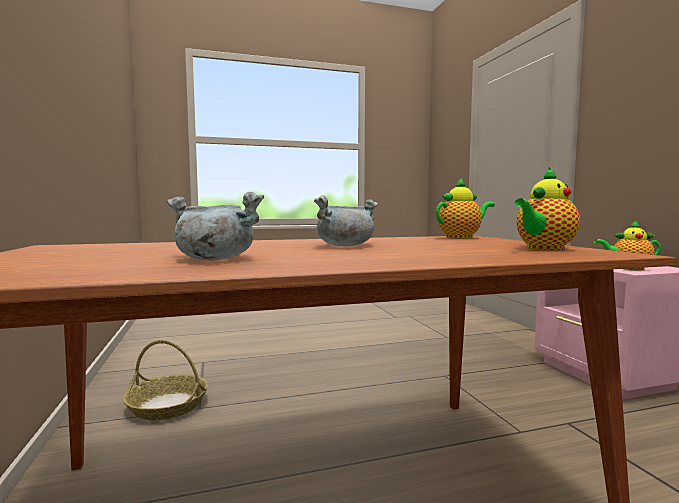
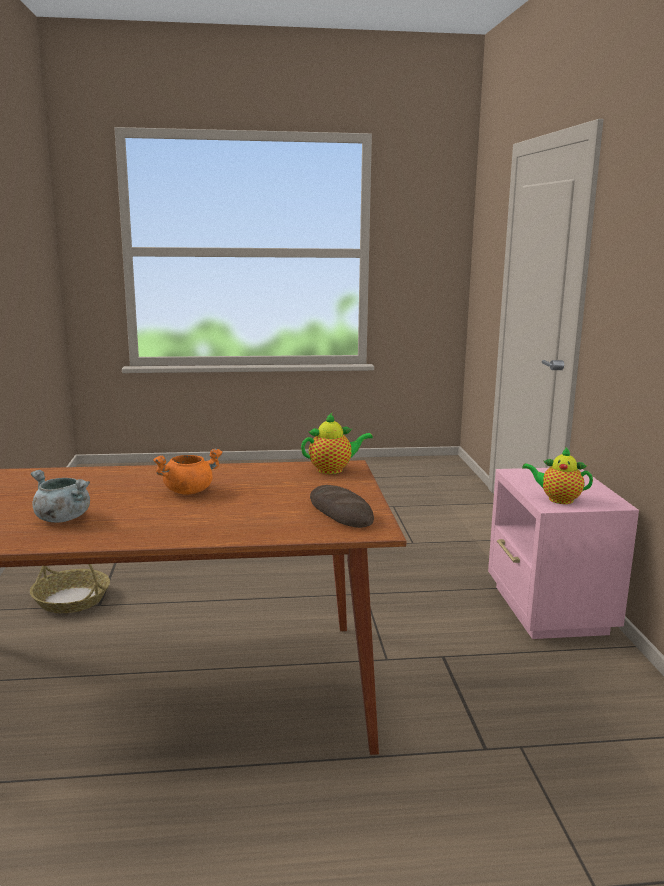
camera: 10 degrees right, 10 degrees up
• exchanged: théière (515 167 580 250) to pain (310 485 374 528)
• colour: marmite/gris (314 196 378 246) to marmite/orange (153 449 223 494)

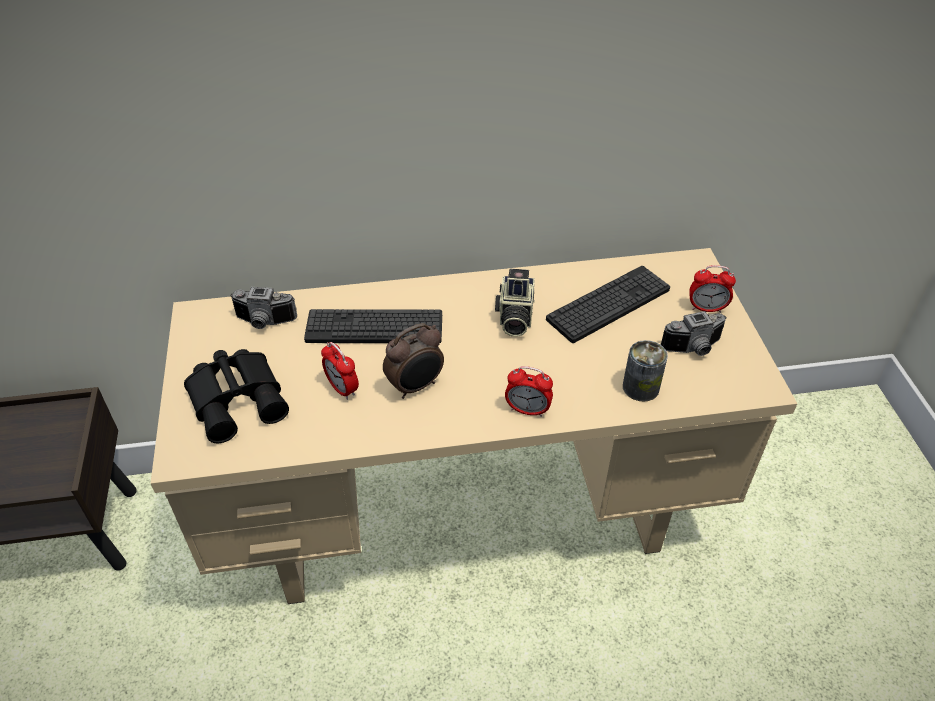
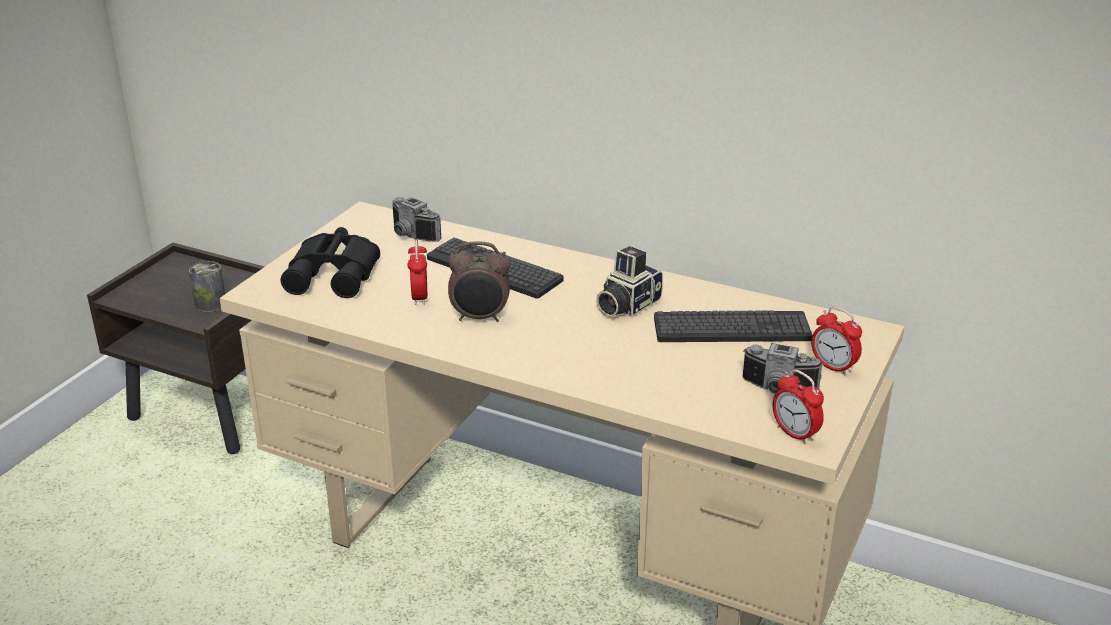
camera: 35 degrees right, 15 degrees down
• relocated: boîte métallique (623 340 668 402) to (189 261 225 312)
• relocated: réveil (505 366 553 417) to (773 369 824 444)

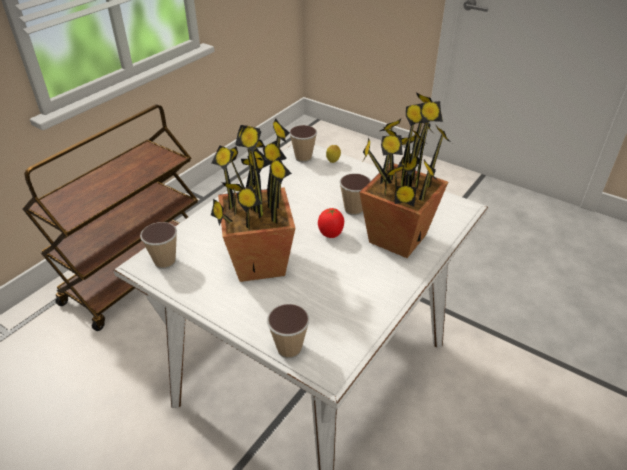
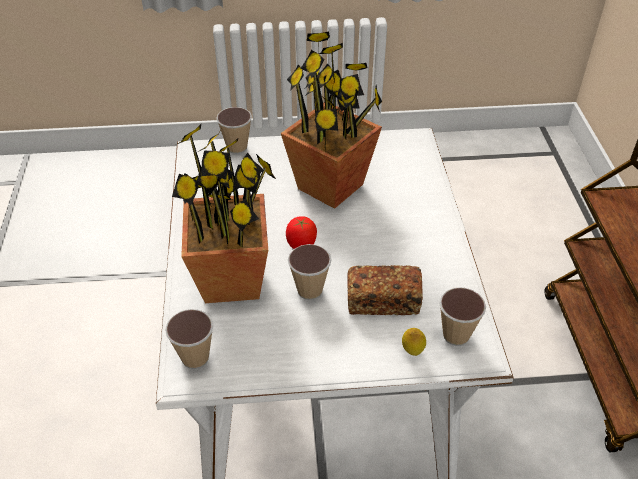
camera: 140 degrees right, 5 degrees up
• relocated: tasse (140 222 177 269) to (165 309 214 369)
• appeared: pain (347 265 423 315)

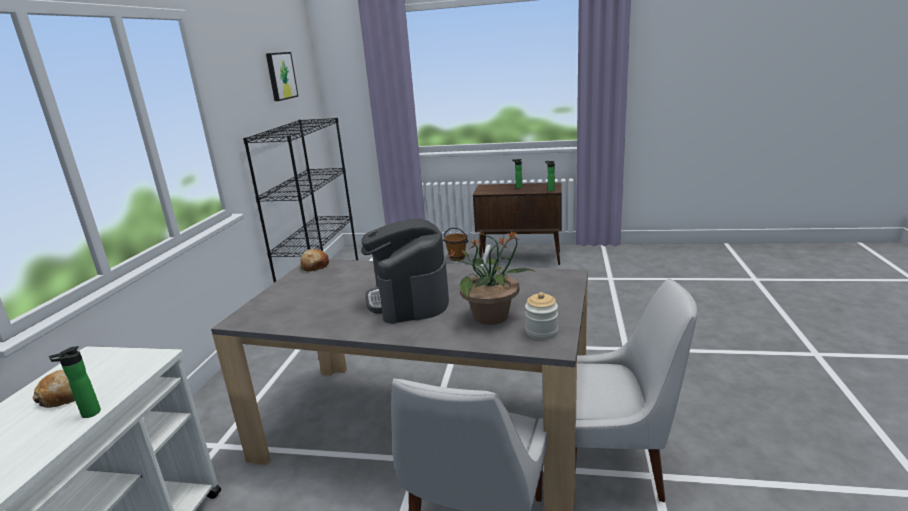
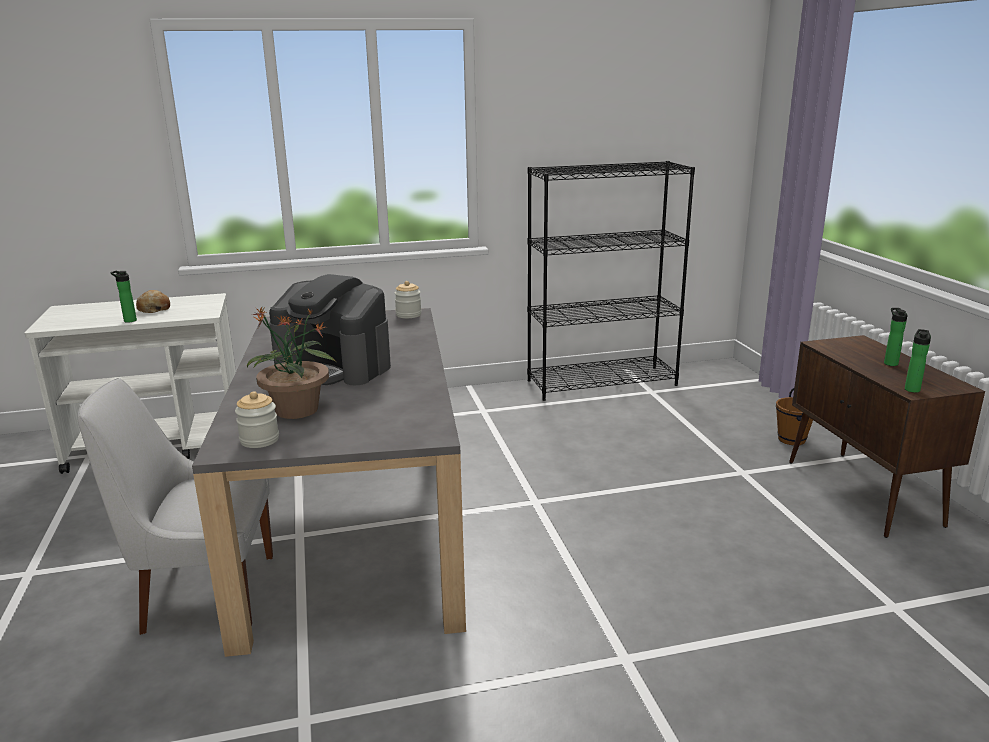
camera: 65 degrees right, 0 degrees up
• missing: tableau (266 52 298 101)
• spun: machine à café (361 218 449 324) = (269 274 391 385) 120 degrees counterclockwise
• exchanged: pain (300 249 329 272) to bocal (394 281 422 318)
• missing: chaise/blanc (575 279 697 502)

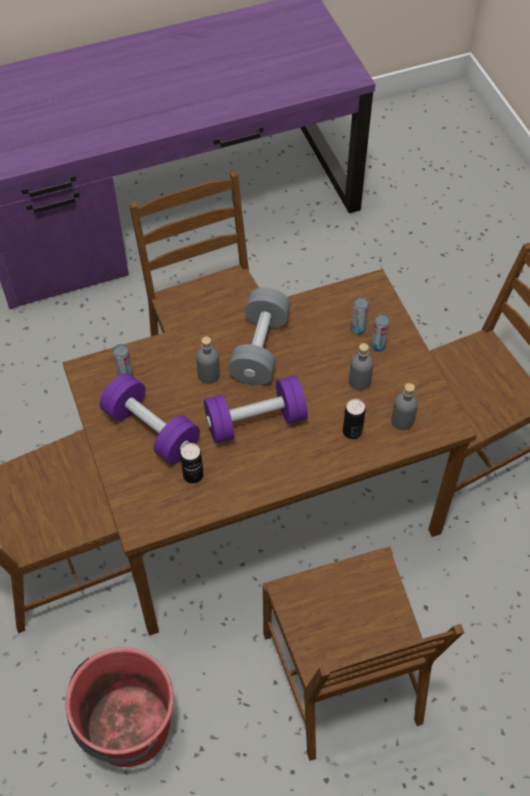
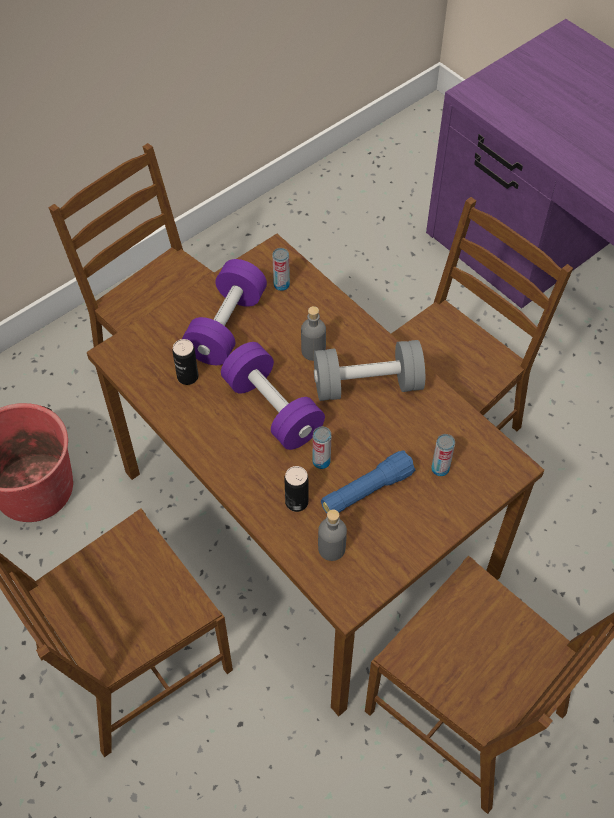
camera: 70 degrees right, 0 degrees up
• relocated: boîte métallique (371 314 390 352) to (313 426 332 469)
• exchanged: bouteille/gris (349 343 373 391) to lampe de poche/bleu (321 450 415 513)

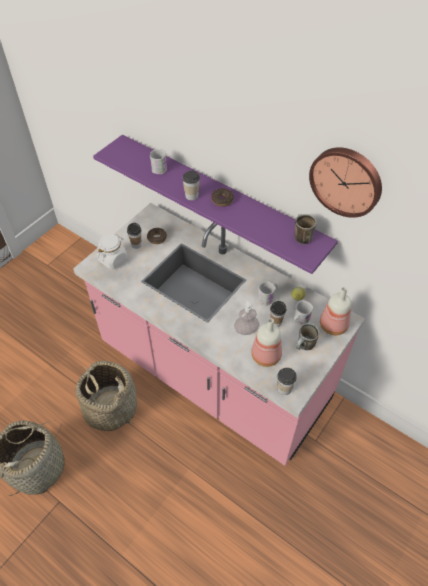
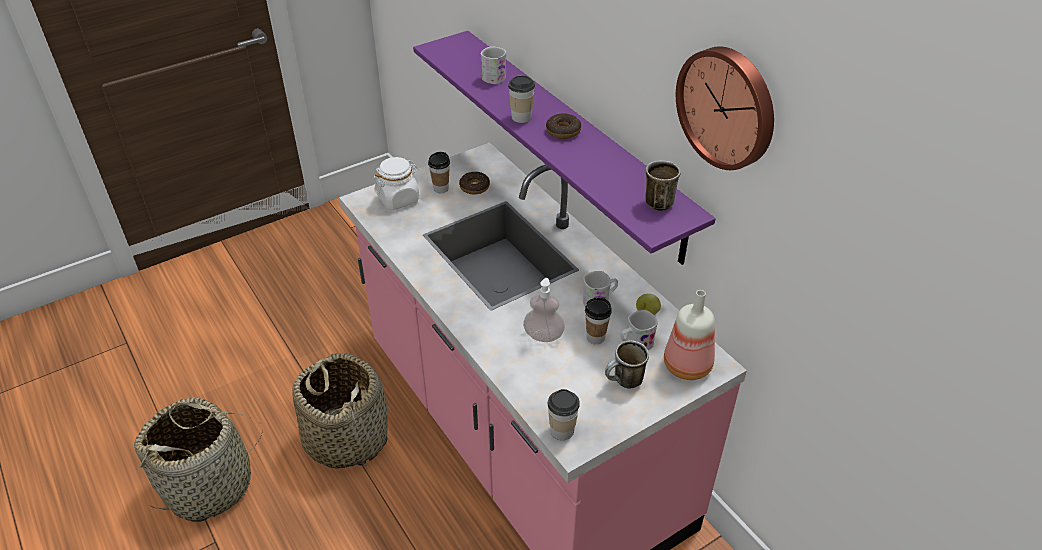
camera: 20 degrees right, 10 degrees down
• missing: bouteille (251 318 282 367)

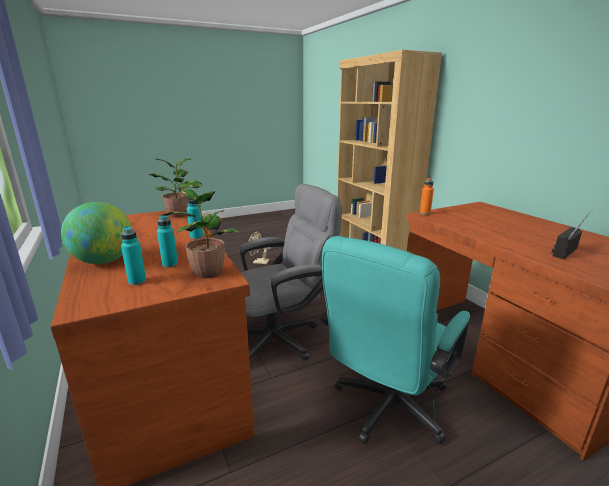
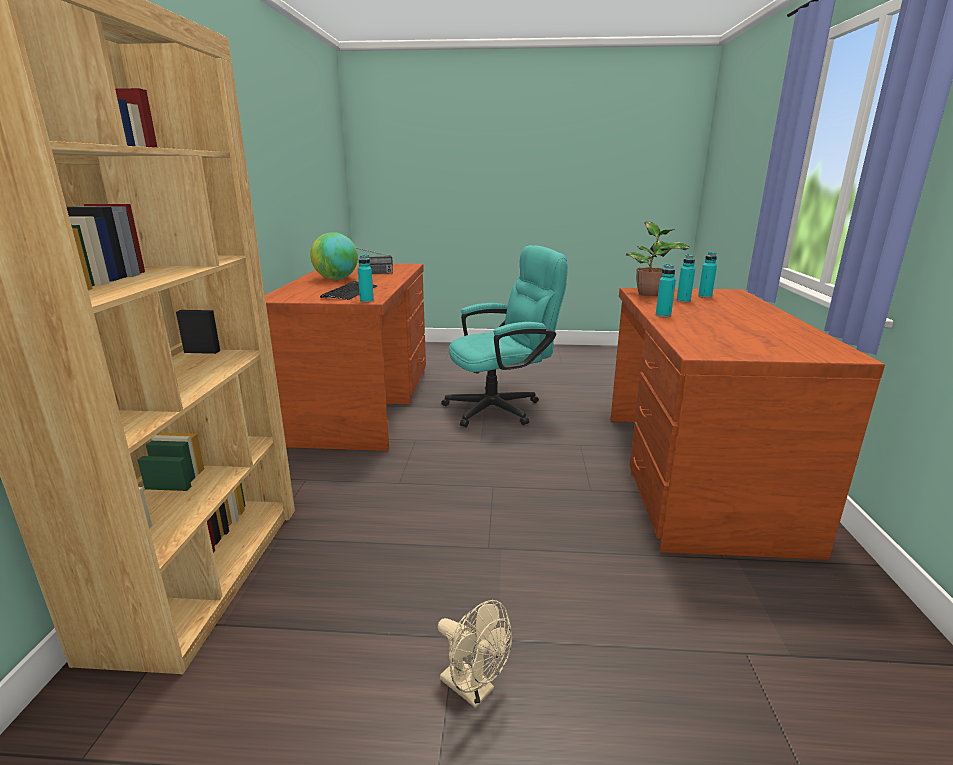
camera: 150 degrees left, 0 degrees up
• missing: plante en pot (148 158 202 218)
• colour: bouteille/orange (420 178 434 215) to bouteille/turquoise (358 254 374 302)
• missing: chaise de bureau/gris (240 184 342 364)
• relocated: globe (61 202 132 264) to (310 232 358 280)
• appeared: clavier (320 281 378 300)

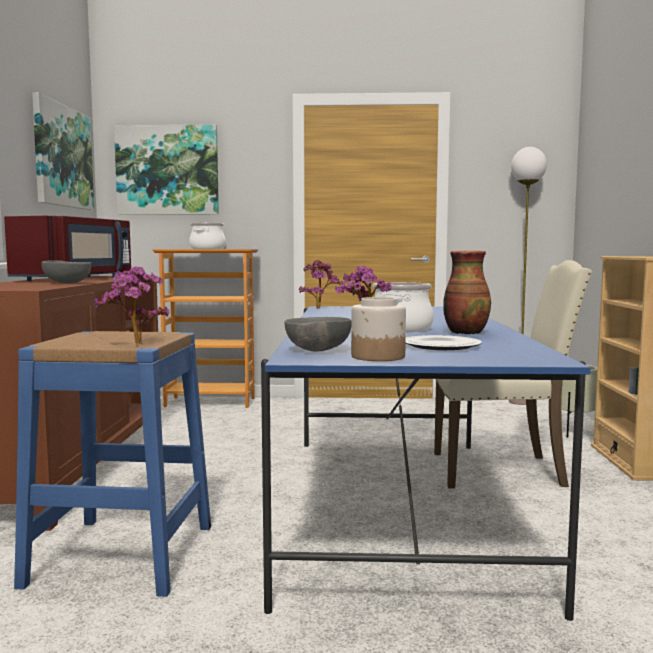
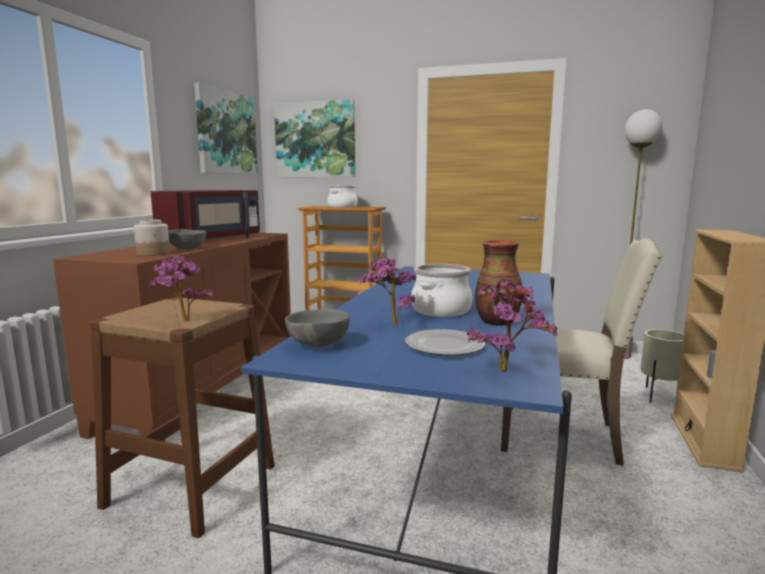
camera: 15 degrees right, 5 degrees up
• relocated: plante en pot (299 260 343 308) to (467 278 557 371)
• relocated: bocal (351 297 406 361) to (134 220 170 256)
• colour: tabouret/bleu (14 331 211 597) to tabouret/marron (90 297 275 538)

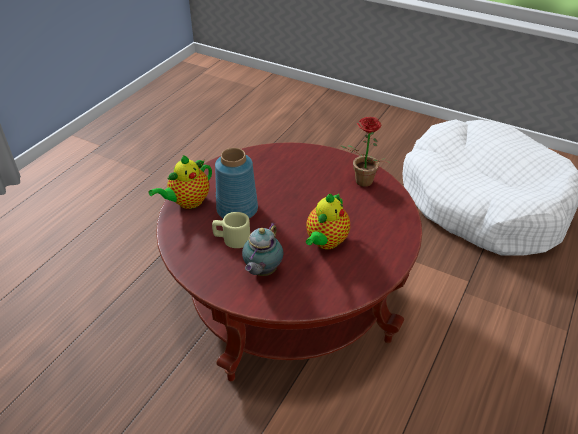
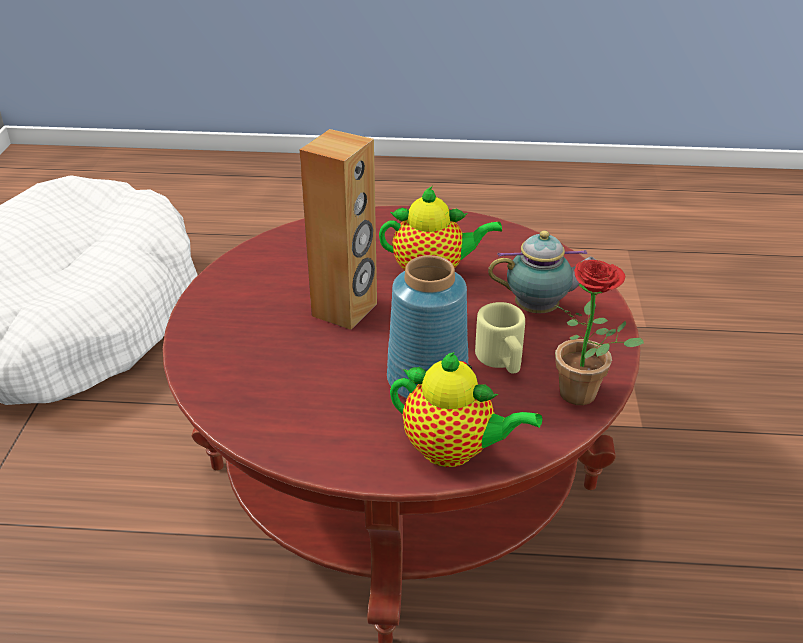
camera: 115 degrees left, 5 degrees down
• relocated: plante en pot (339 117 391 187) to (554 260 644 405)
• appeared: enceinte/marron (300 129 377 330)

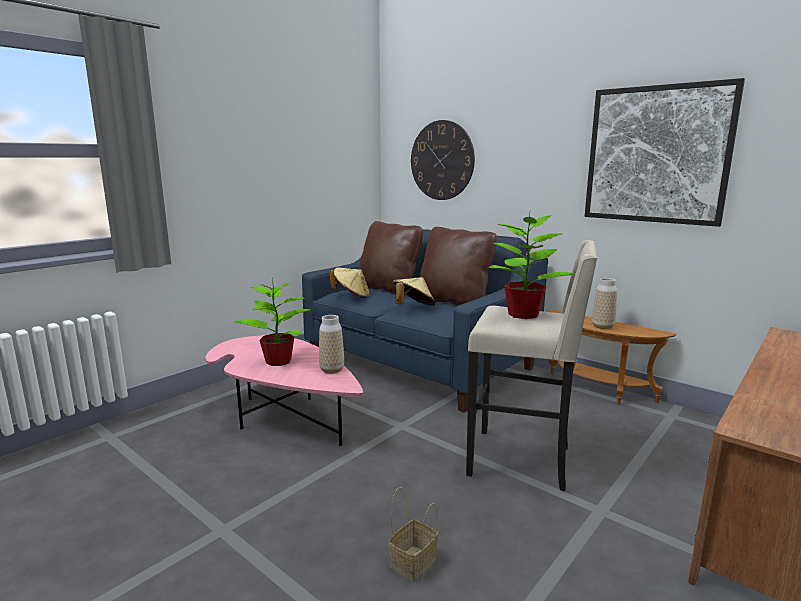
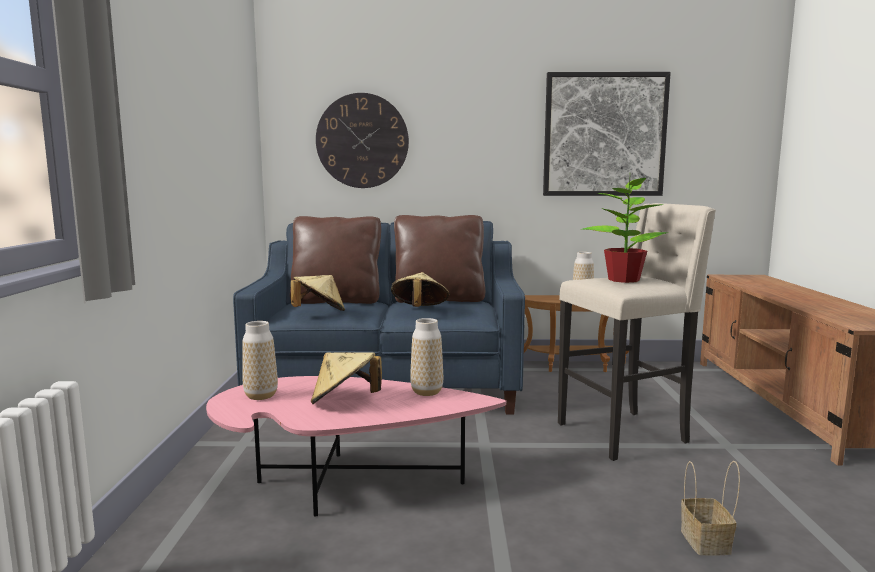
camera: 40 degrees left, 5 degrees down
• exchanged: plante en pot (235 276 310 366) to chapeau/beige (311 352 382 404)
• appeared: vase (242 321 278 400)

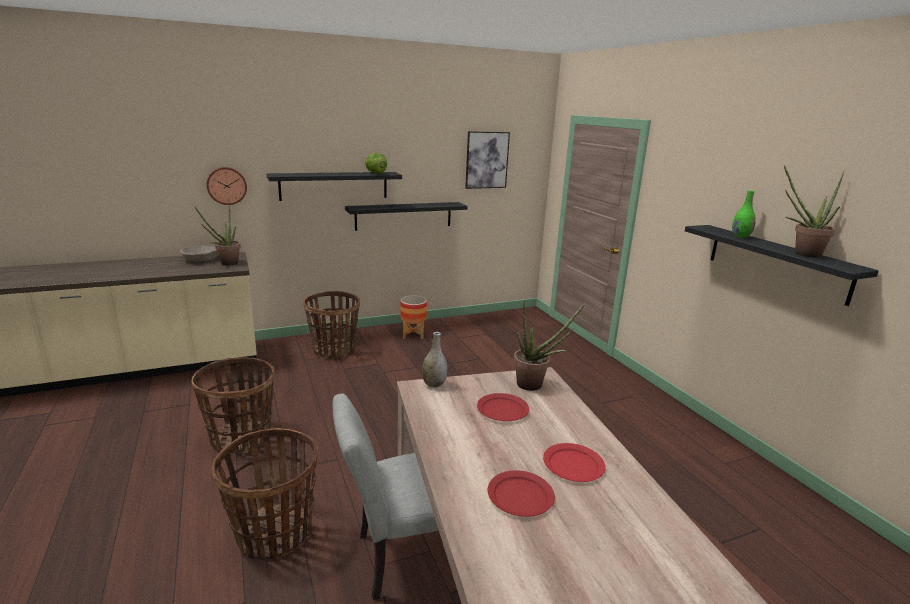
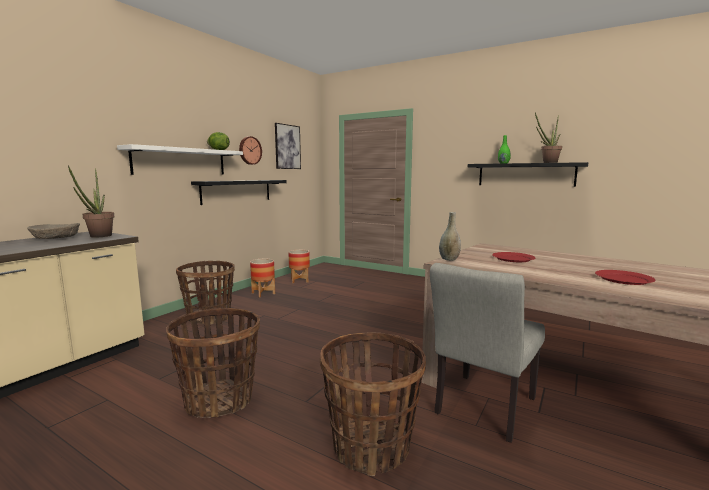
camera: 35 degrees left, 10 degrees down
• relocated: horloge murale (207 167 247 205) to (239 136 262 165)
• colour: étagère/noir (267 172 402 201) to étagère/blanc (117 144 243 175)
• missing: plante en pot (513 300 585 391)
• missing: assiette/rouge (543 443 606 482)
• appeared: cache-pot (288 250 310 283)

